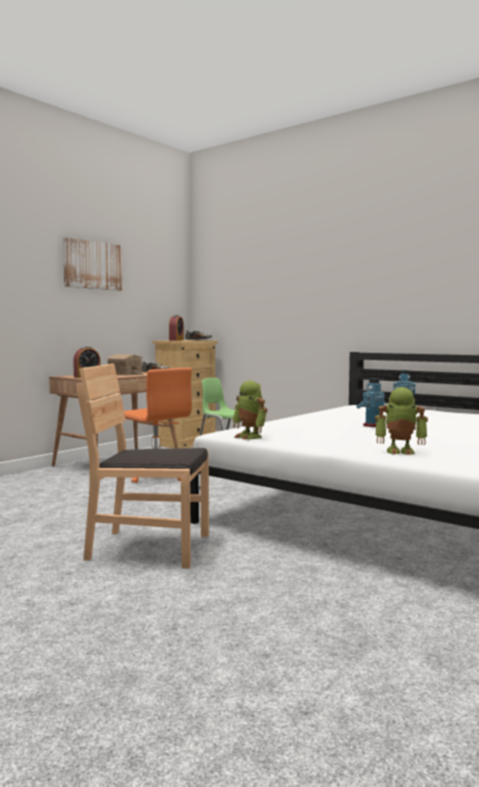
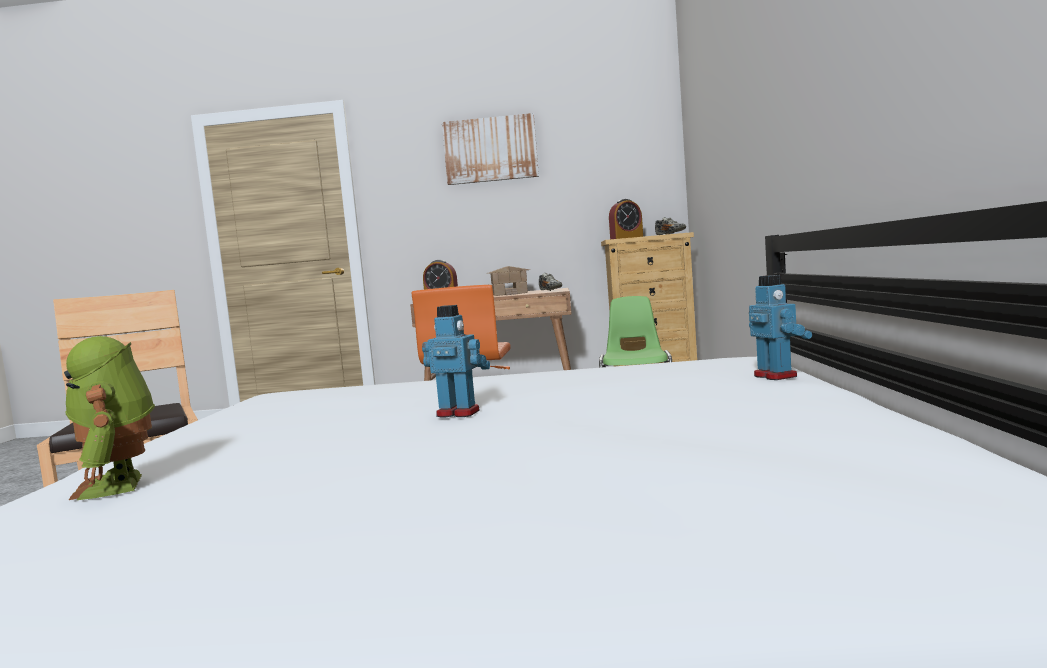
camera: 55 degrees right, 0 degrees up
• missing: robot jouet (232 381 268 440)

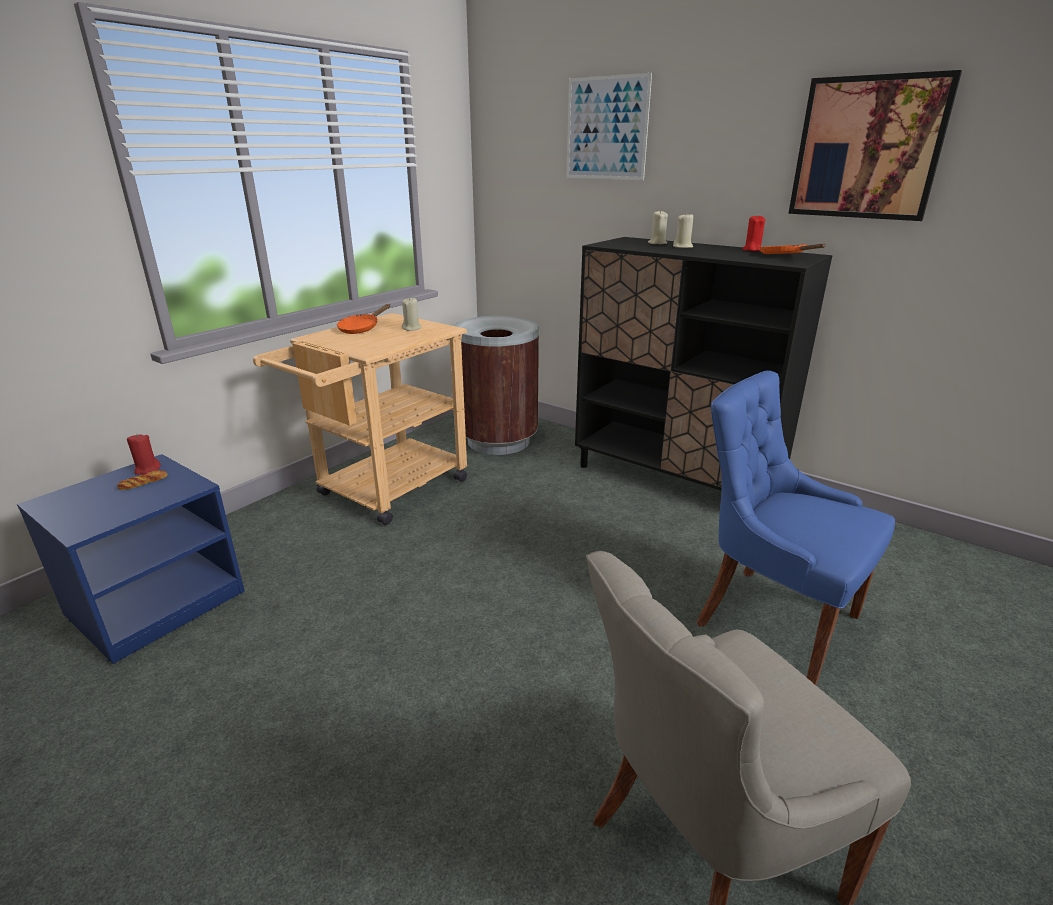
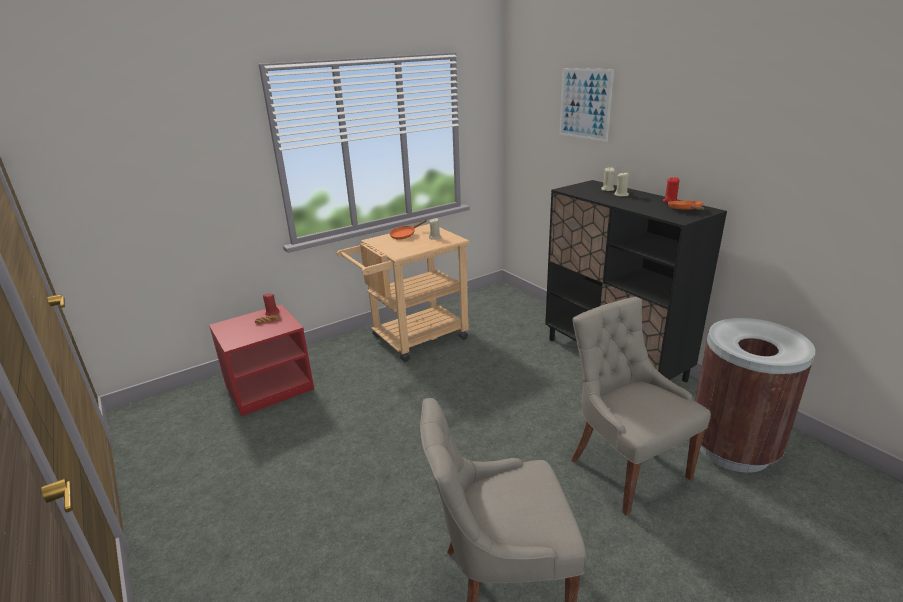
camera: 20 degrees right, 0 degrees up
• missing: tableau (788 70 962 221)
• relocated: poubelle/marron (454 316 539 455) to (695 318 815 473)
• colour: chaise/bleu (696 370 895 685) to chaise/gris (571 297 711 516)
• colour: table de chevet/bleu (17 454 245 664) to table de chevet/rouge (209 304 314 416)

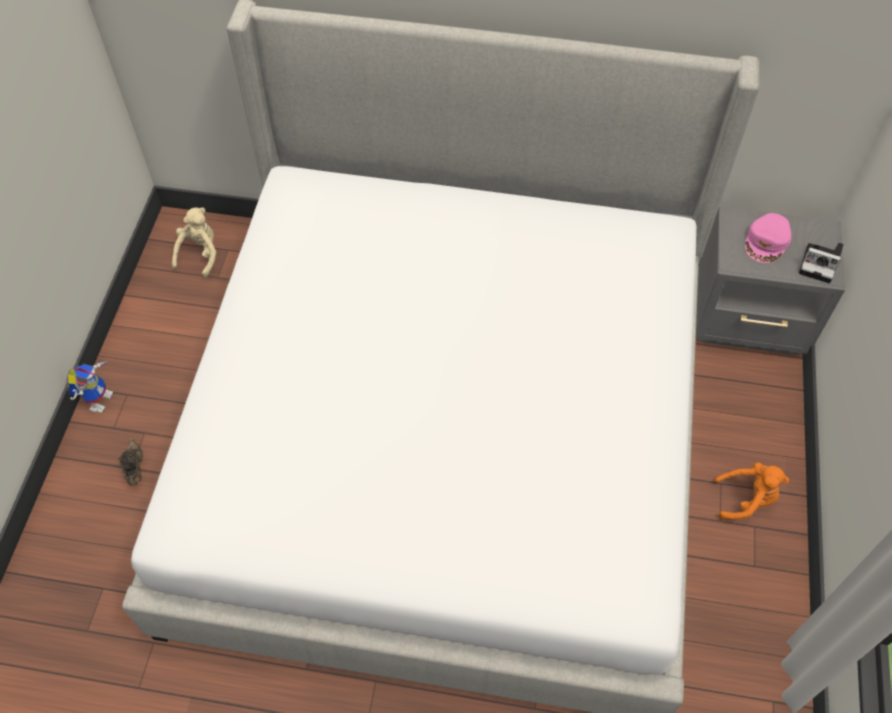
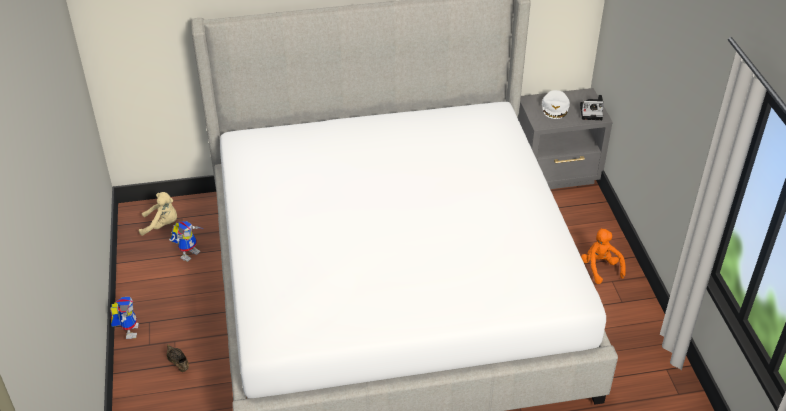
camera: 20 degrees left, 15 degrees down
• spun: peluche/beige (172 207 216 278) = (139 192 177 236) 90 degrees clockwise
• colour: casquette/rose (745 213 791 263) to casquette/blanc (542 90 570 119)
• spun: peluche/orange (714 462 789 519) = (581 228 626 284) 90 degrees counterclockwise
• appeared: robot jouet (169 221 203 262)

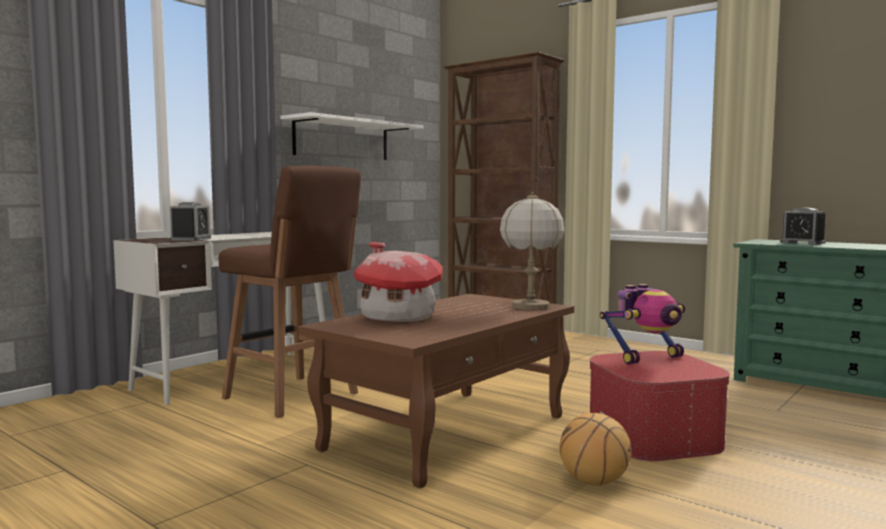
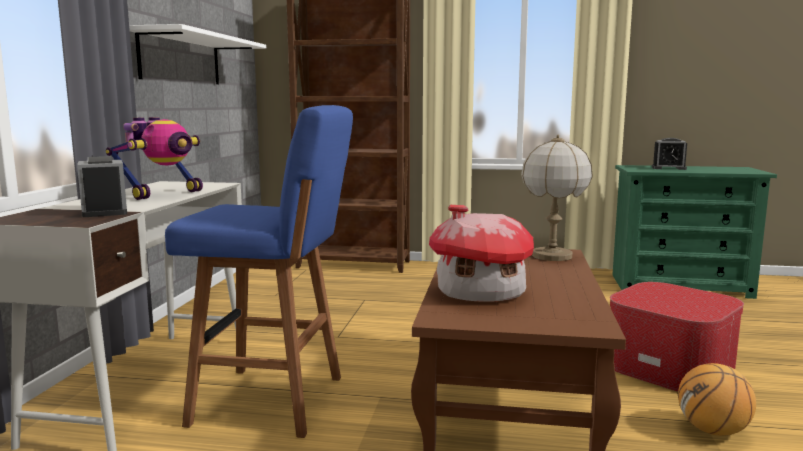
camera: 30 degrees left, 5 degrees up
• colour: tabouret/marron (219 166 361 418) to tabouret/bleu (165 105 353 438)
• relocated: robot jouet (600 284 685 365) to (106 117 203 200)

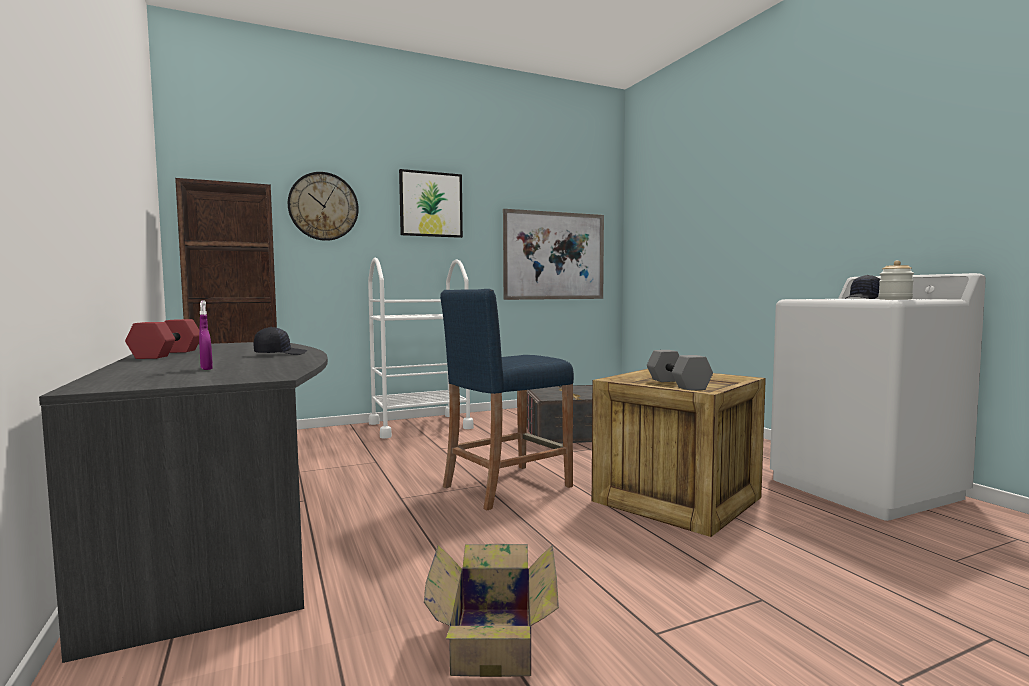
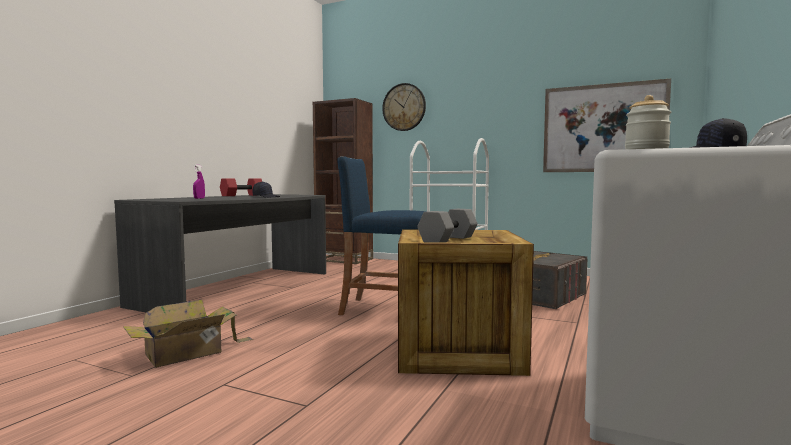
camera: 50 degrees right, 0 degrees up
• missing: tableau (399 169 463 238)

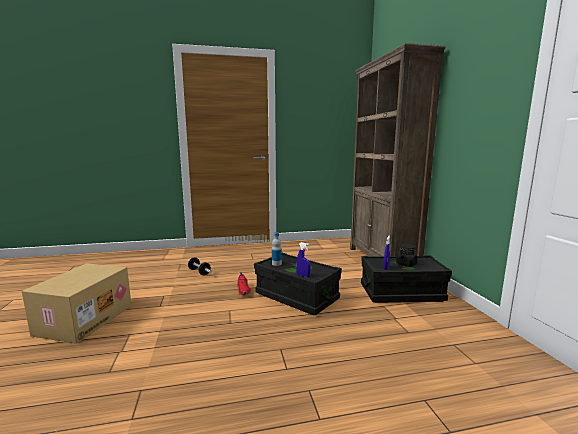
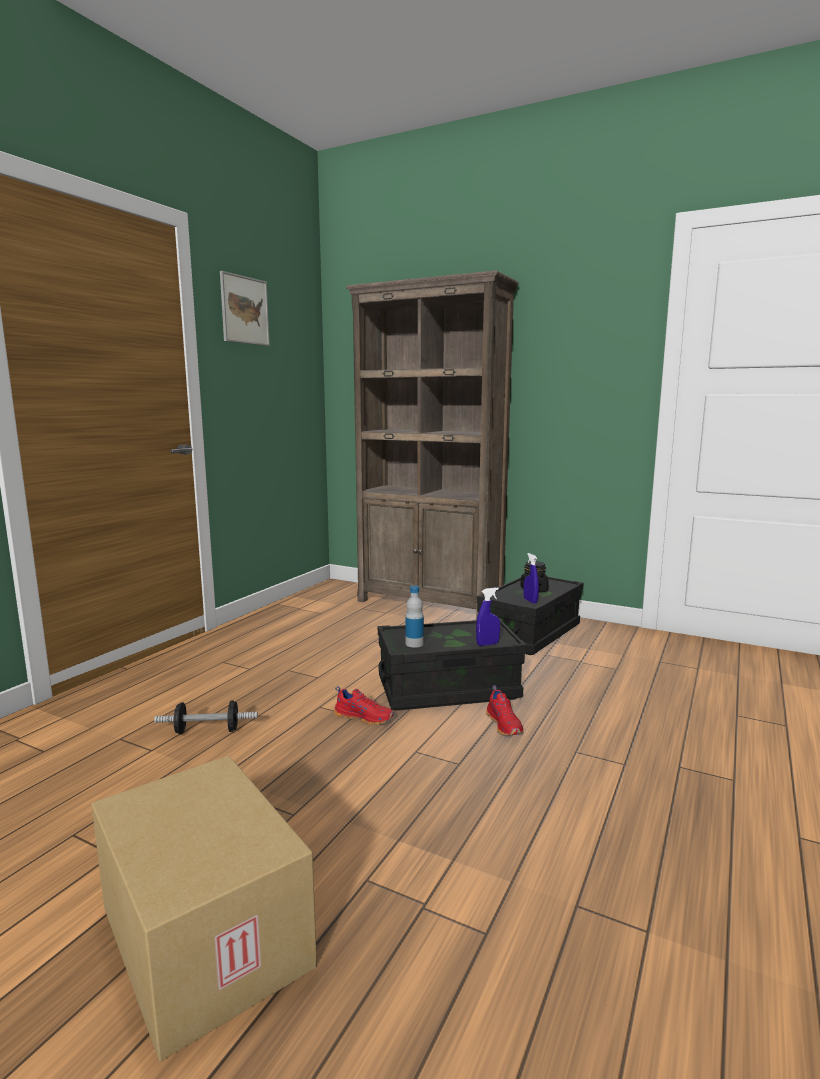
camera: 50 degrees left, 0 degrees up
• appeared: tableau (220 271 270 346)
• appeared: chaussure/rouge (486 685 523 736)

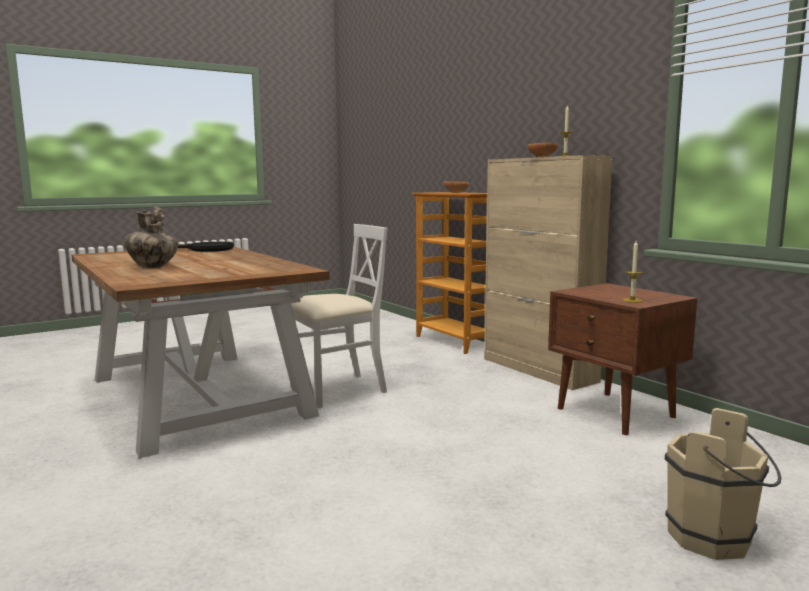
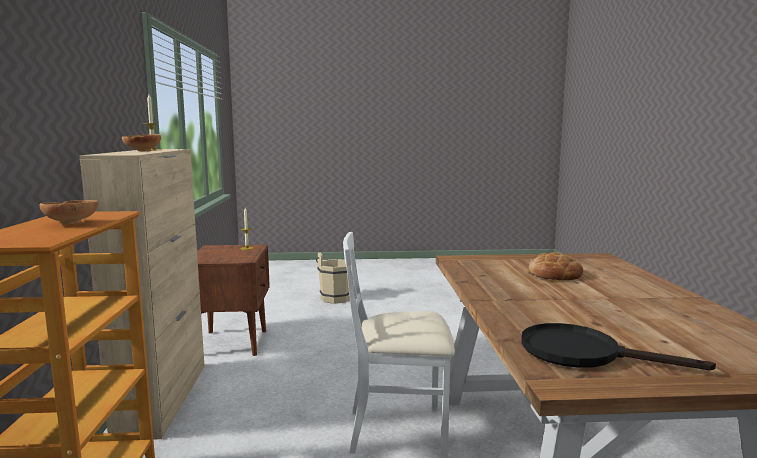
camera: 150 degrees left, 0 degrees up
• missing: vase (124 206 178 268)
• appeared: pain (529 252 583 280)

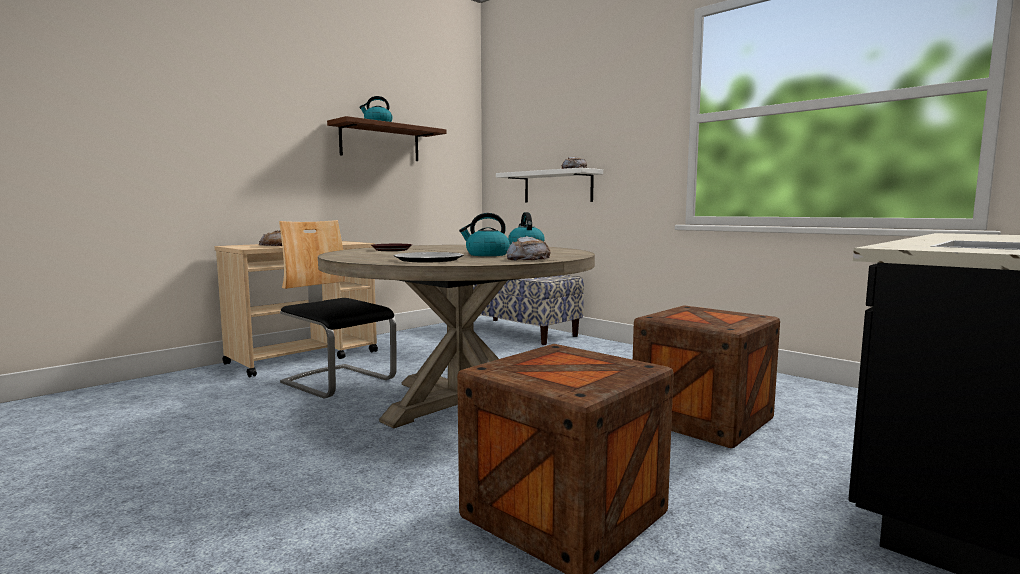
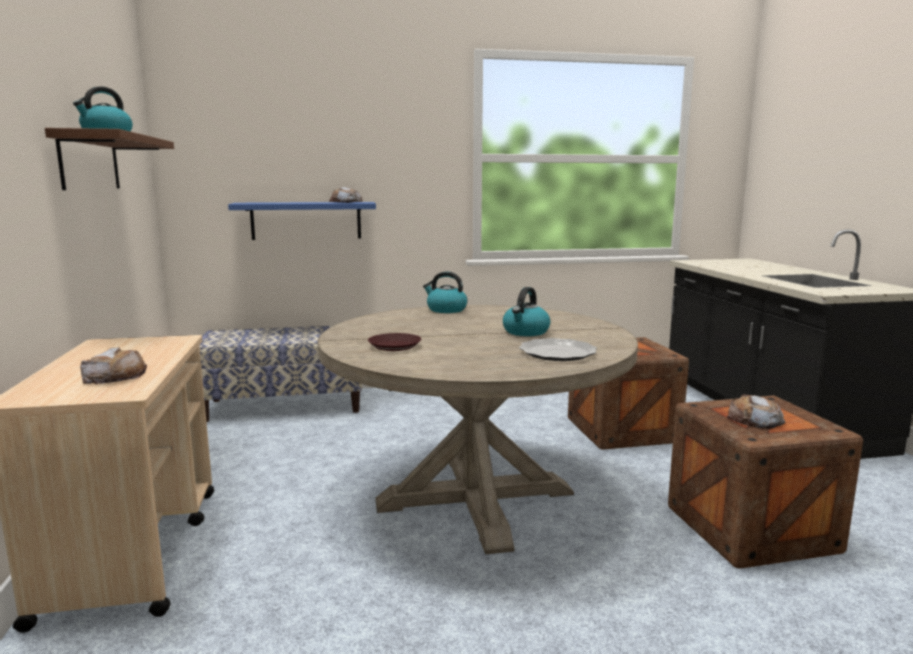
camera: 55 degrees left, 5 degrees up
• colour: étagère/blanc (496 167 603 203) to étagère/bleu (228 202 376 240)
• missing: chaise (279 220 397 398)
• relocated: pain (506 236 551 261) to (727 394 786 429)

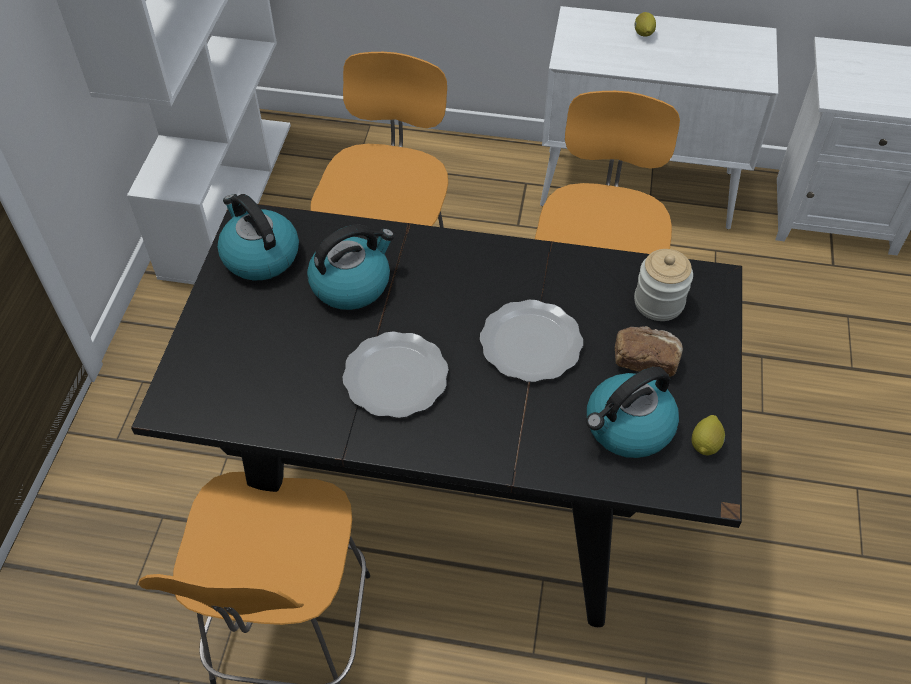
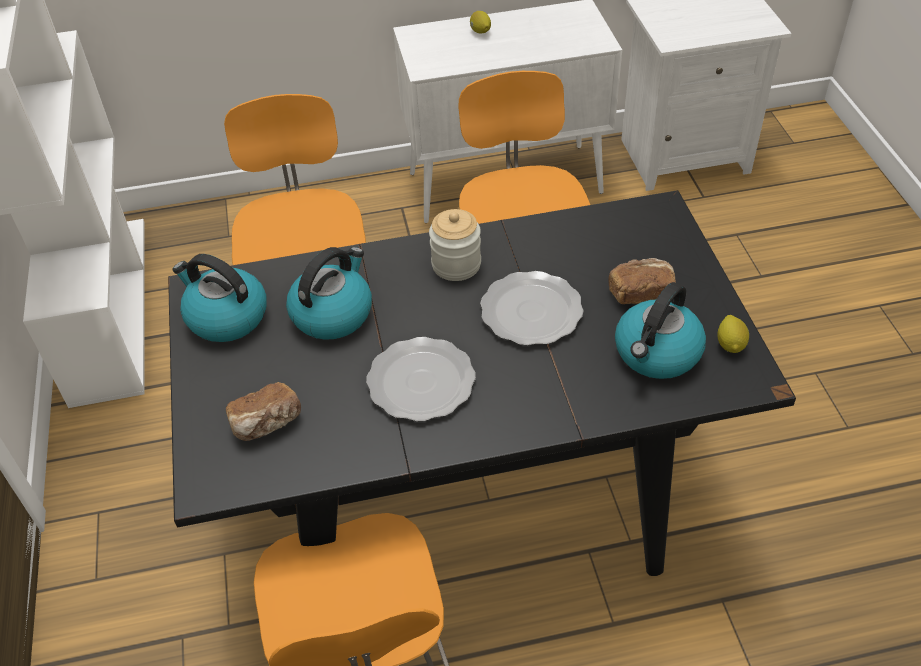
camera: 20 degrees left, 5 degrees down
• relocated: bocal (634 249 693 321) to (429 209 481 281)
• appeared: pain (226 382 301 441)

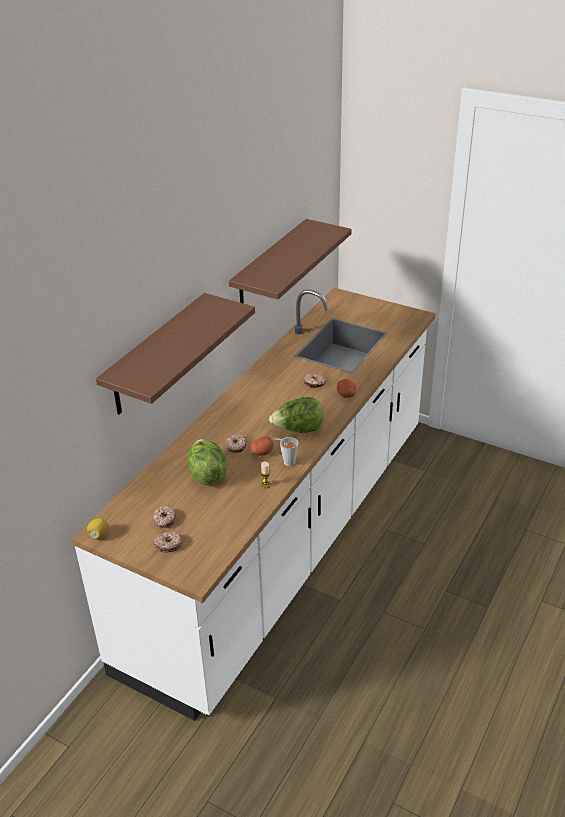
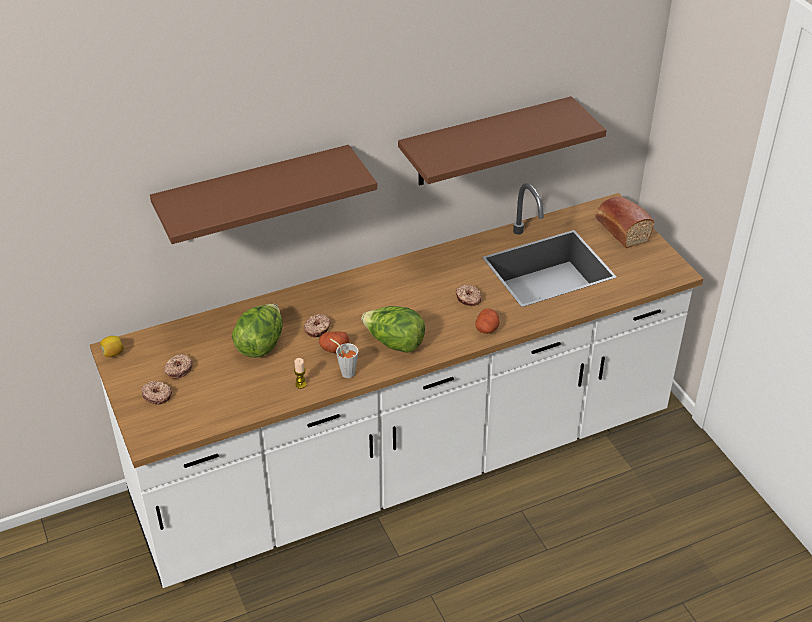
camera: 35 degrees right, 5 degrees up
• appeared: pain (595 197 654 248)

